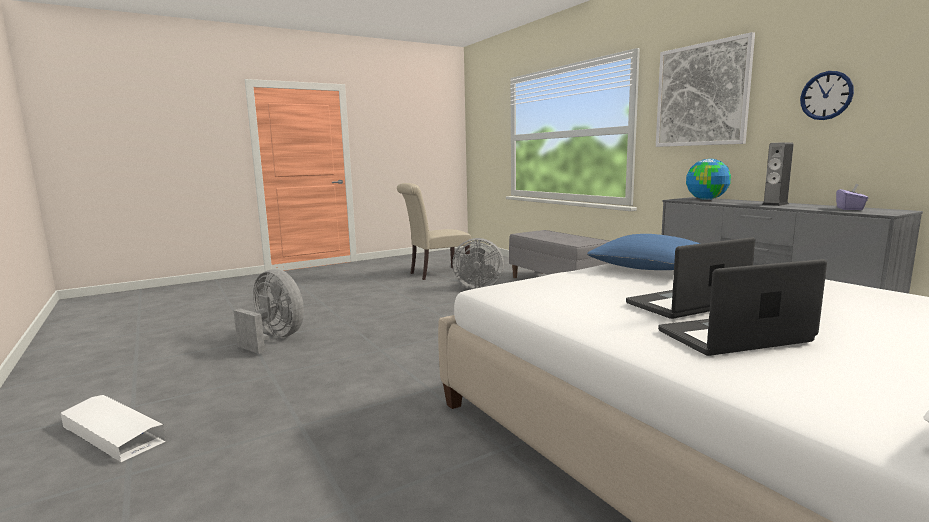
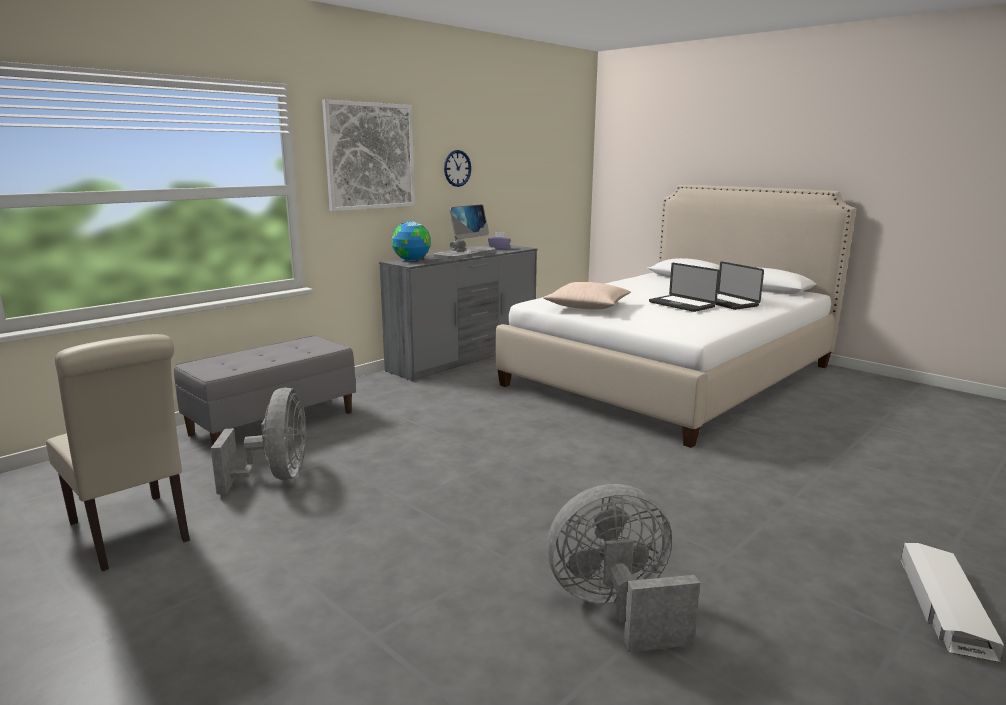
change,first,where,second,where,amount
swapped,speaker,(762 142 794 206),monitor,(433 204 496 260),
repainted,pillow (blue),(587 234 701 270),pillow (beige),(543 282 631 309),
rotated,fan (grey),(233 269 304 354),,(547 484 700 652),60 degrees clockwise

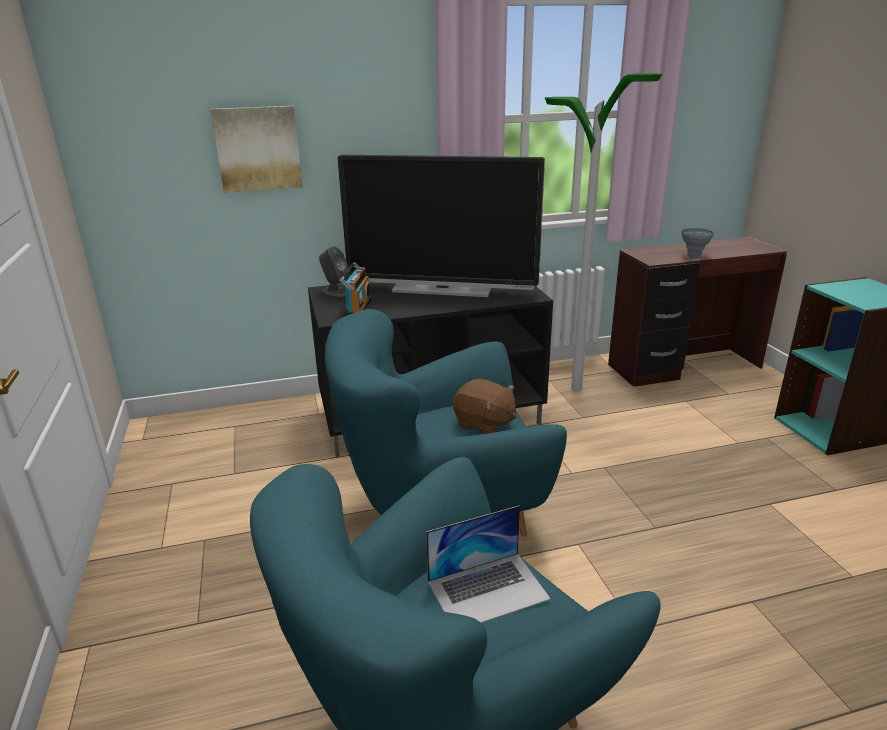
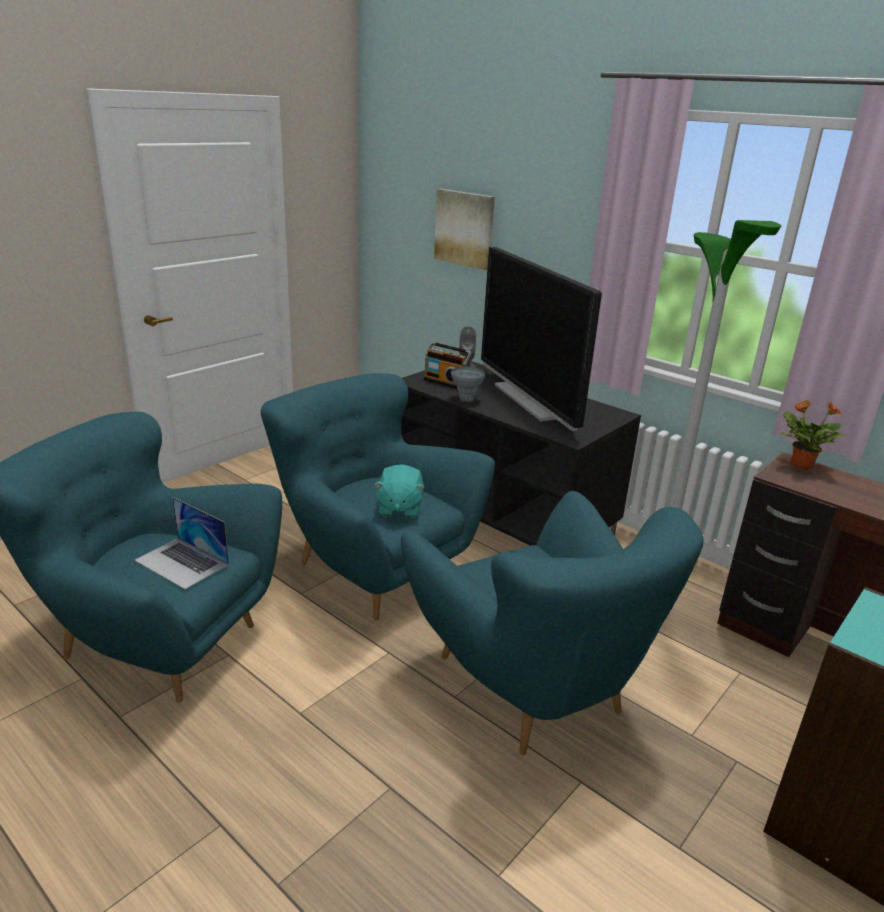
change,first,where,second,where,amount
repainted,plush toy (brown),(453 379 517 434),plush toy (turquoise),(374 464 425 519),
new,,,armchair (turquoise),(401 491 704 755),
rotated,radio,(339 262 372 315),,(424 342 472 389),60 degrees clockwise
shifted,vase (grey),(682 228 714 259),,(451 367 485 401),
new,,,potted plant,(781 400 846 470),

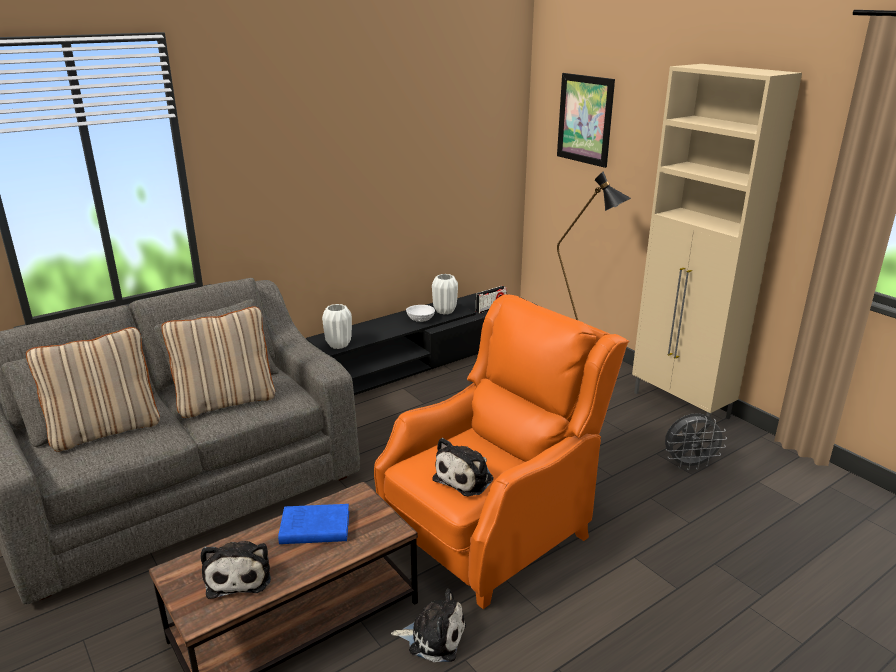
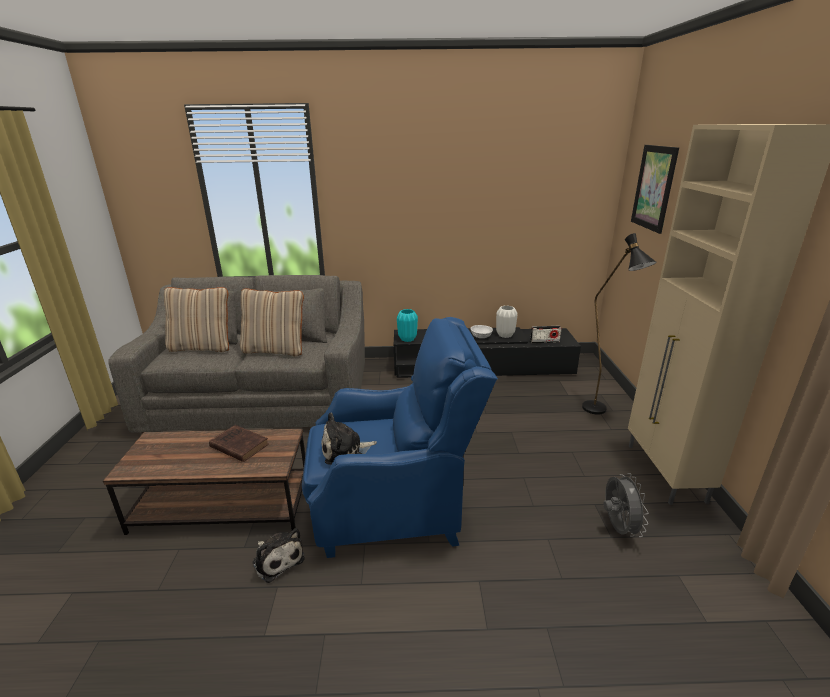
change,first,where,second,where,amount
repainted,book (blue),(278 504 349 544),book (brown),(209 425 269 462),
repainted,armchair (orange),(374 294 629 609),armchair (blue),(302 317 498 558),
repainted,vase (white),(322 304 352 349),vase (turquoise),(397 309 418 342),
rotated,fan (grey),(665 413 727 470),,(603 473 649 537),120 degrees counterclockwise
gone,plush toy,(201 541 271 599),,,

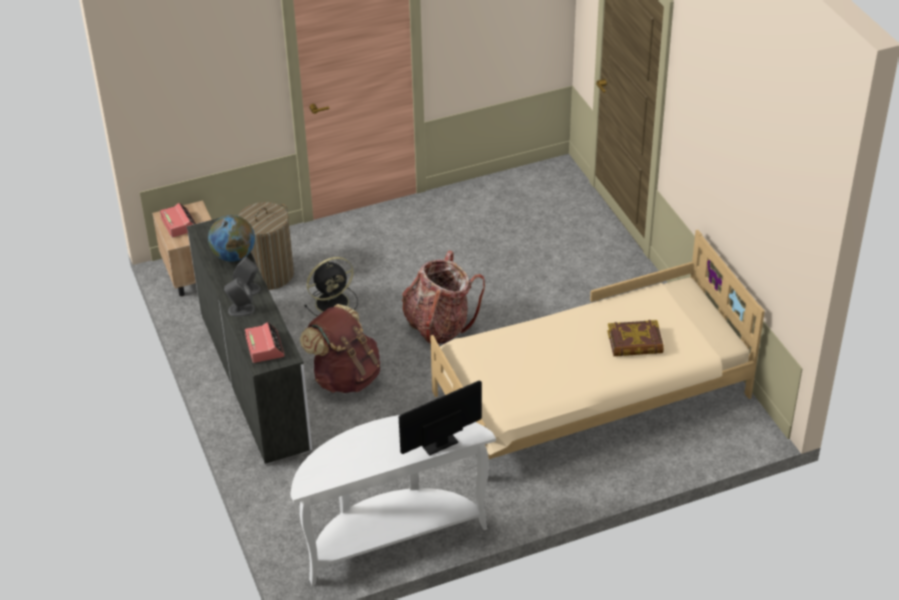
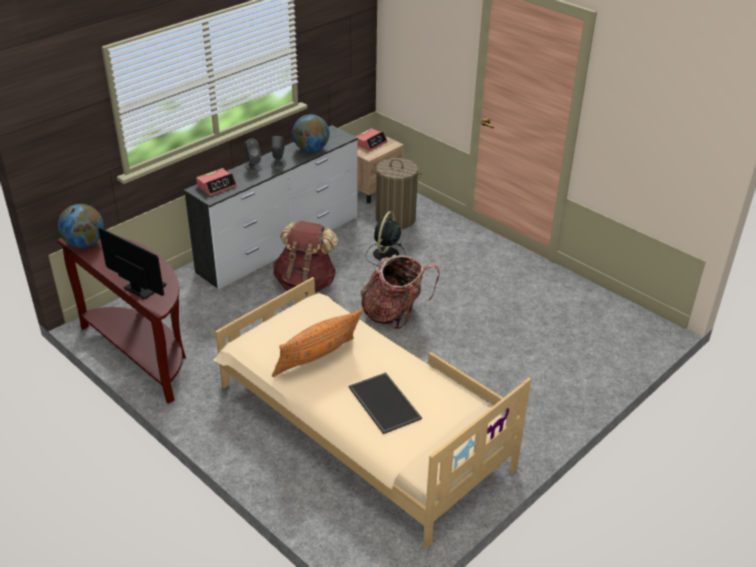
change,first,where,second,where,amount
repainted,console table (white),(290 415 496 586),console table (brown),(57 237 186 404),
new,,,globe,(58 204 104 248),
new,,,pillow (orange),(272 308 363 377),
swapped,book,(607 320 664 356),tray,(349 373 422 434),
rotated,fan (black),(304 257 358 316),,(365 211 406 266),75 degrees clockwise

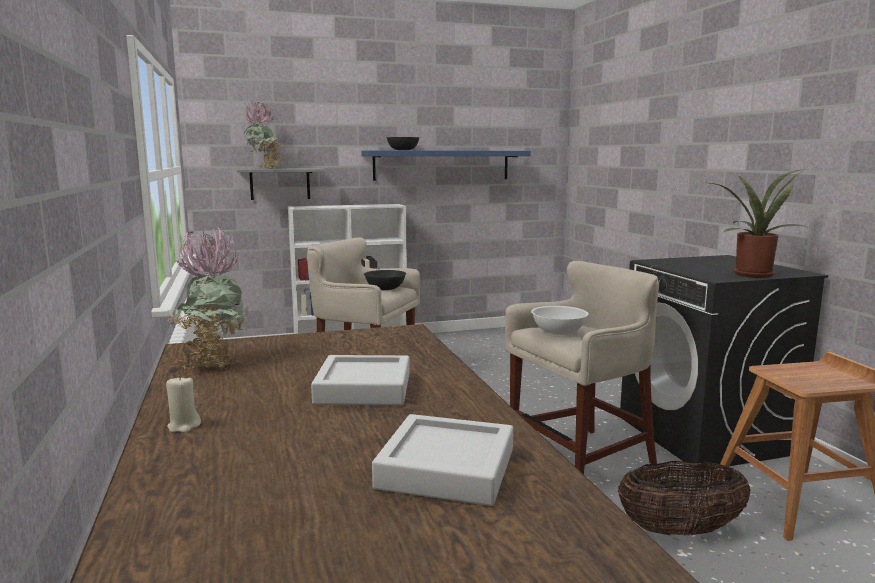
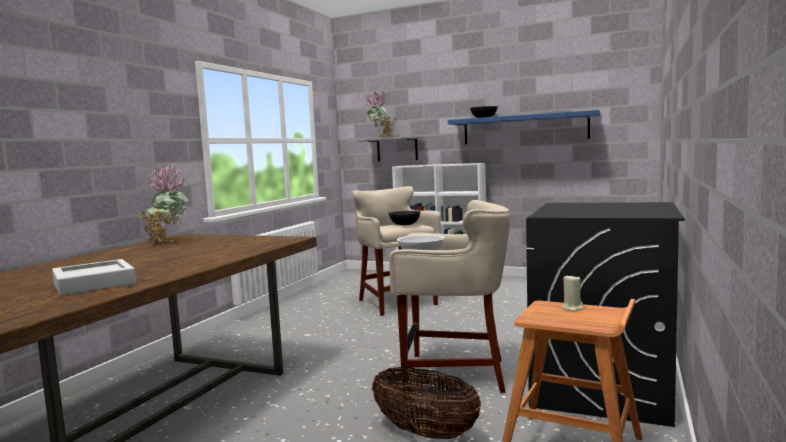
change,first,where,second,where,amount
shifted,candle (beige),(166 375 201 433),,(562 274 584 312),
gone,tray (grey),(311 355 410 405),,,
gone,potted plant,(710 169 809 278),,,

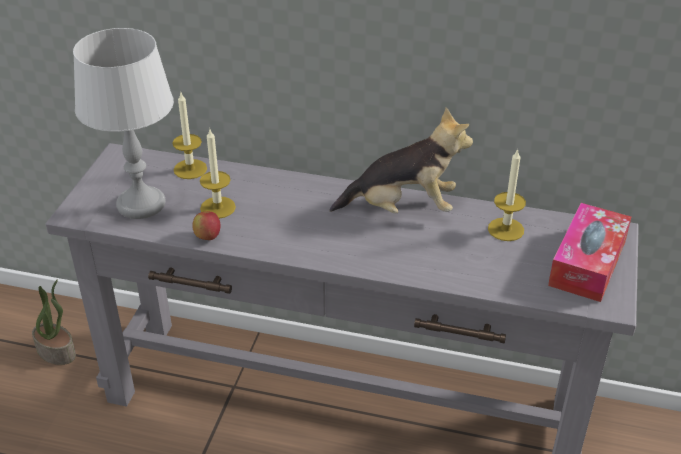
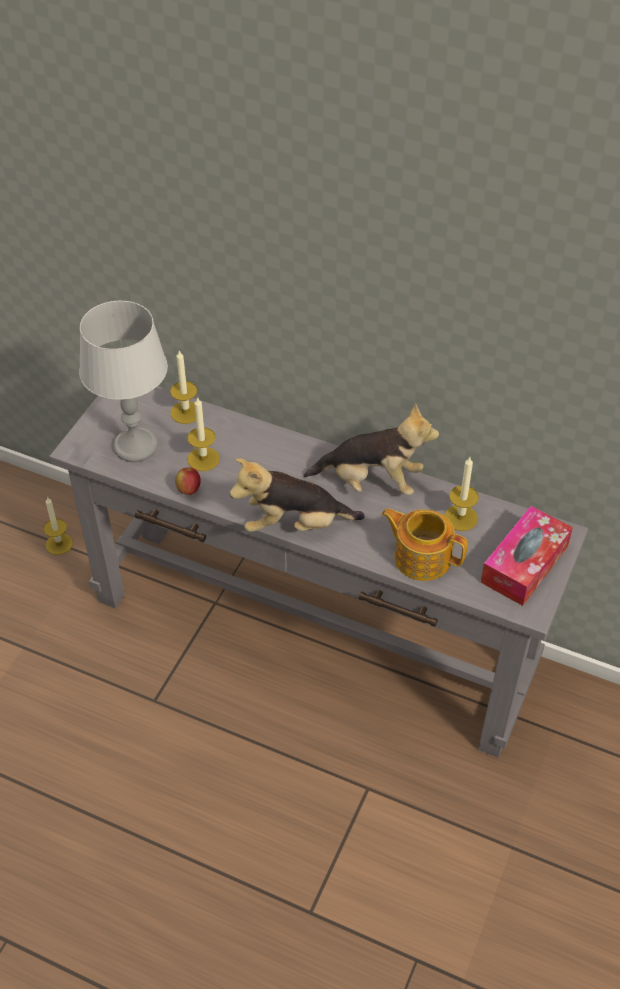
change,first,where,second,where,amount
swapped,potted plant,(32 279 76 365),candle,(43 497 73 555),
new,,,plush toy,(230 458 365 532),
new,,,teapot,(382 508 468 581),

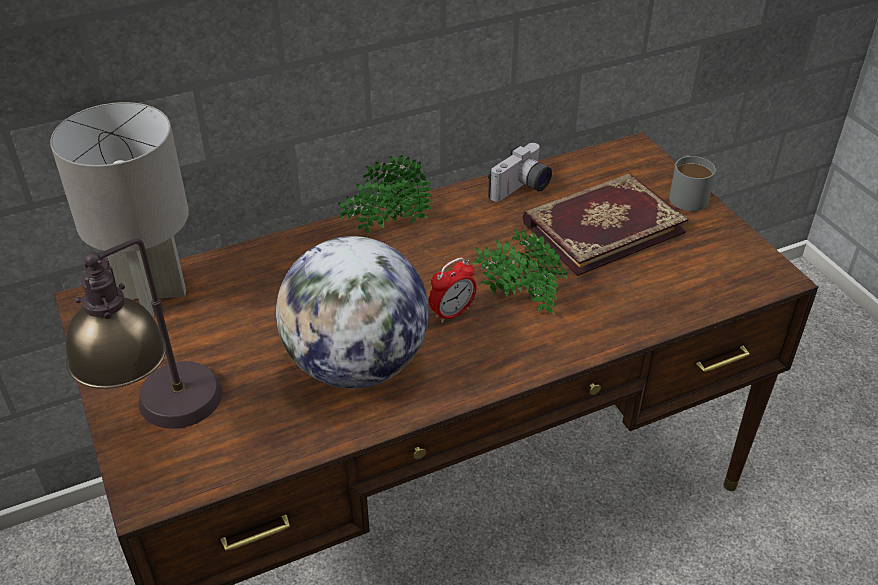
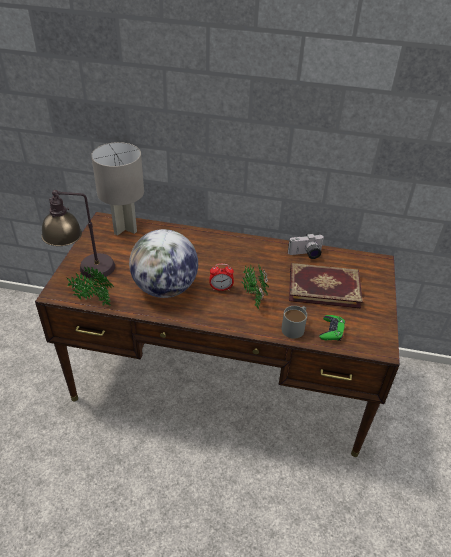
change,first,where,second,where,amount
shifted,potted plant,(338 155 433 234),,(67 266 114 306),
shifted,mug (grey),(669 156 716 211),,(281 306 307 339),
new,,,game controller (green),(319 315 345 341),

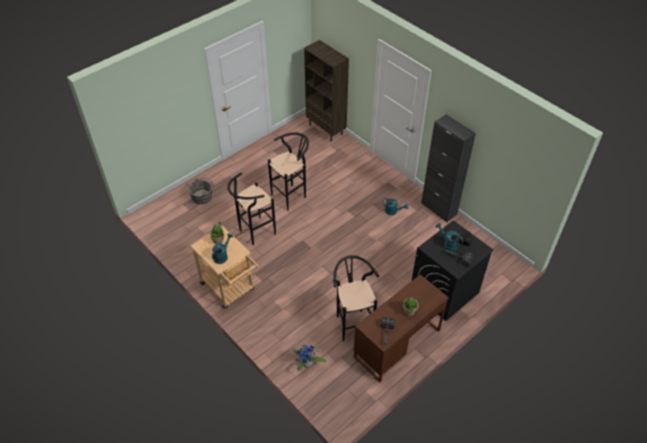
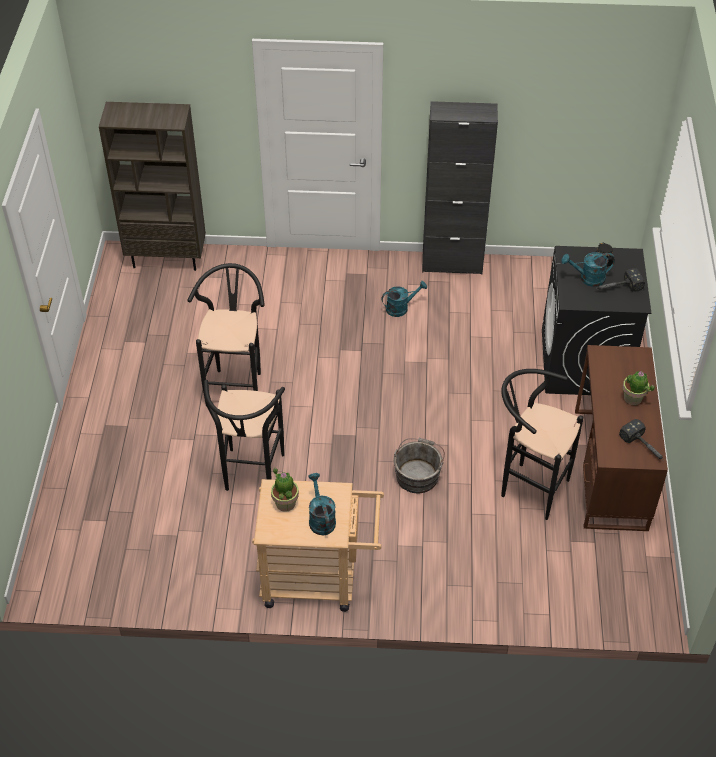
change,first,where,second,where,amount
shifted,bucket (grey),(188 178 215 204),,(394 438 445 493),
gone,potted plant,(293 345 326 371),,,

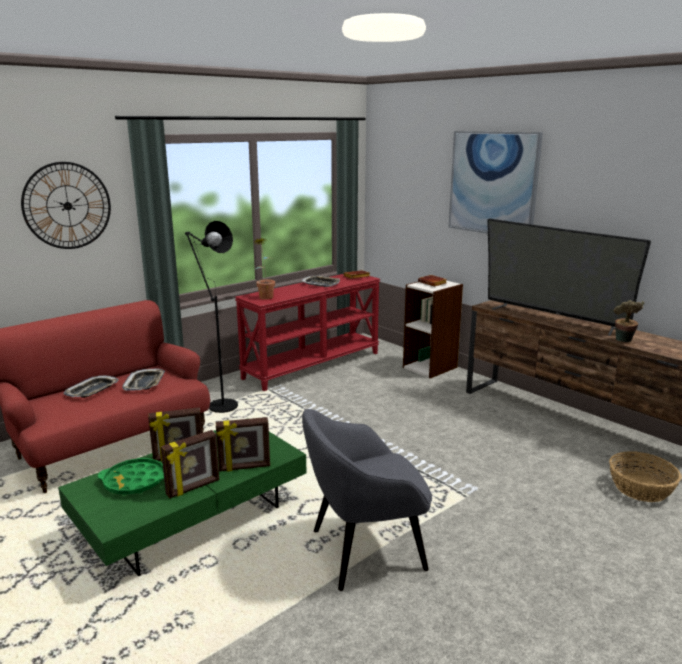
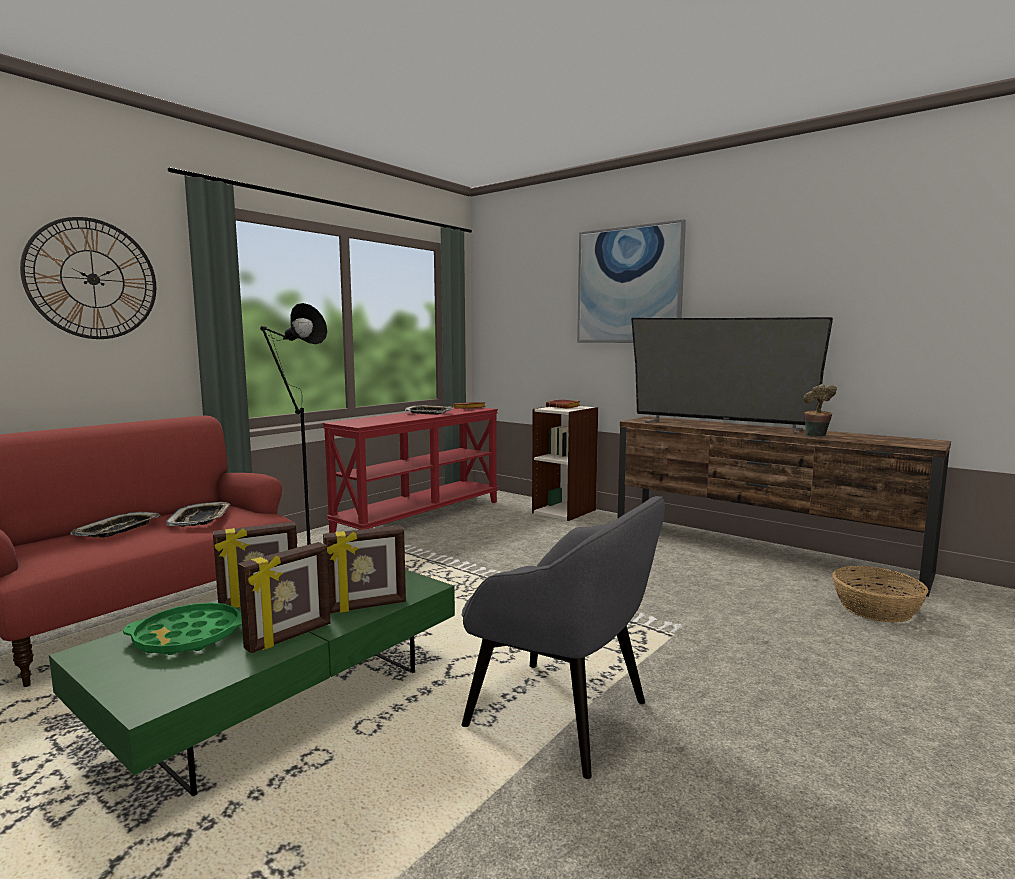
change,first,where,second,where,amount
rotated,armchair (grey),(302 409 432 591),,(462 496 665 779),120 degrees counterclockwise
gone,potted plant,(254 237 275 300),,,

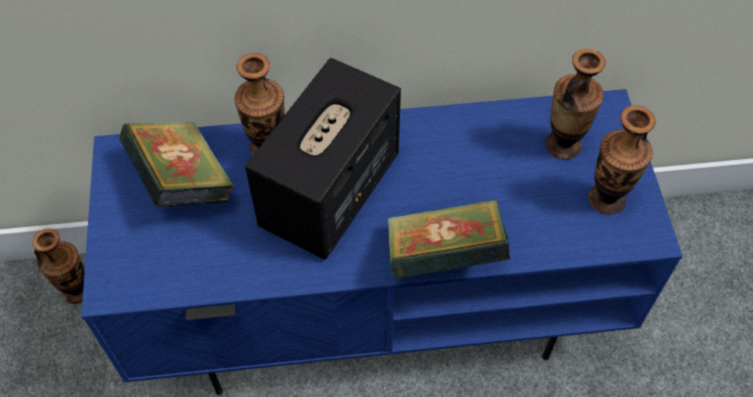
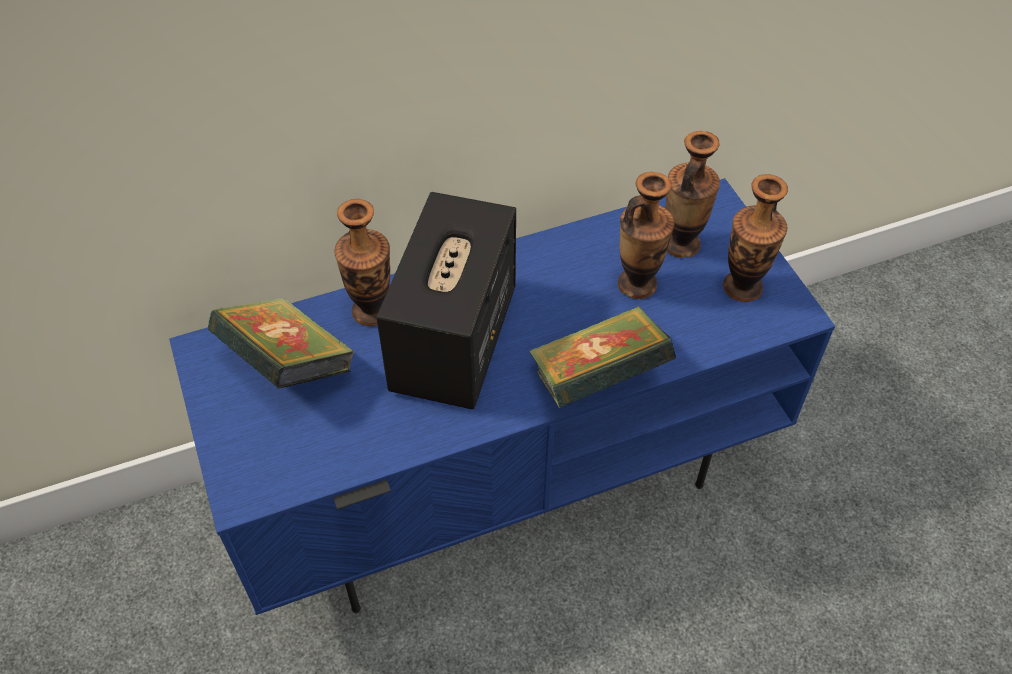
change,first,where,second,where,amount
shifted,vase,(32 229 85 304),,(618 172 674 299),

